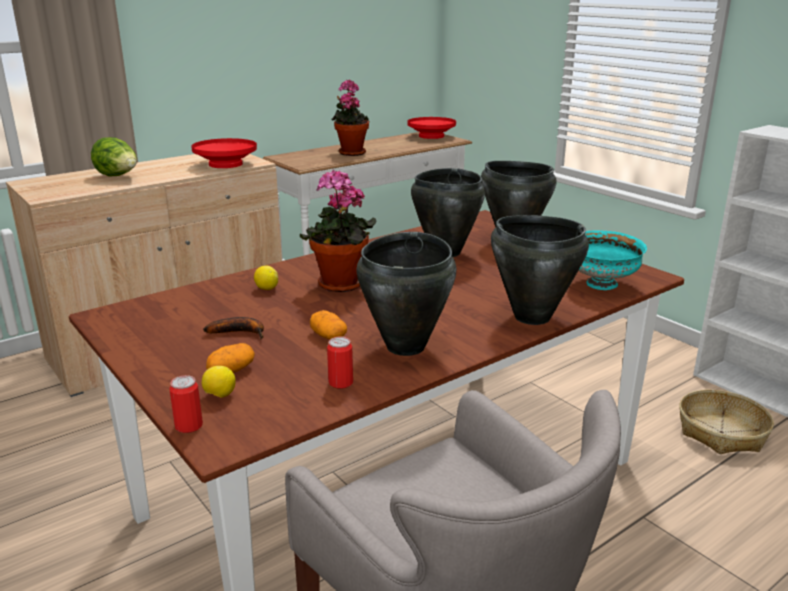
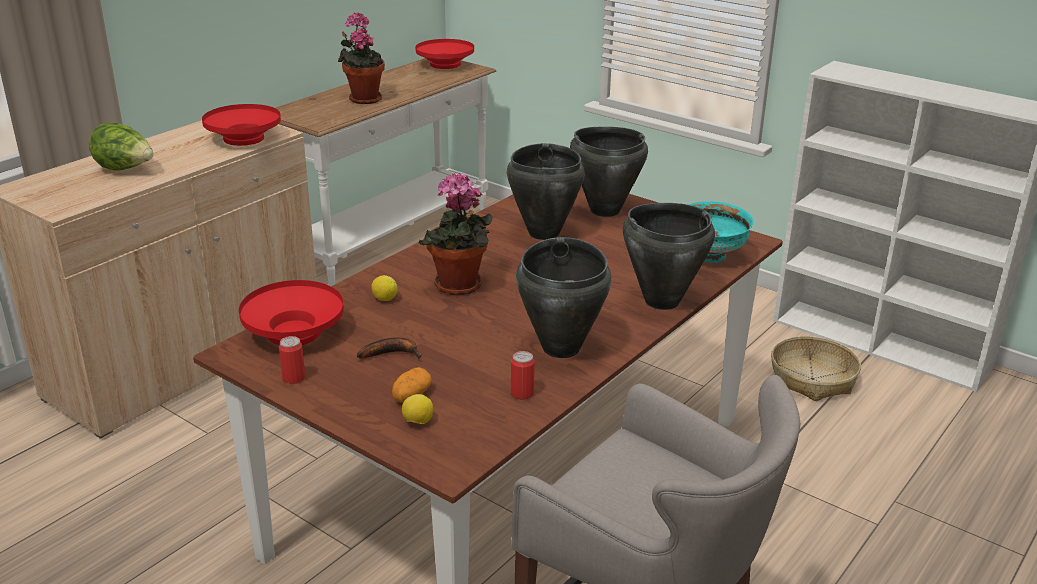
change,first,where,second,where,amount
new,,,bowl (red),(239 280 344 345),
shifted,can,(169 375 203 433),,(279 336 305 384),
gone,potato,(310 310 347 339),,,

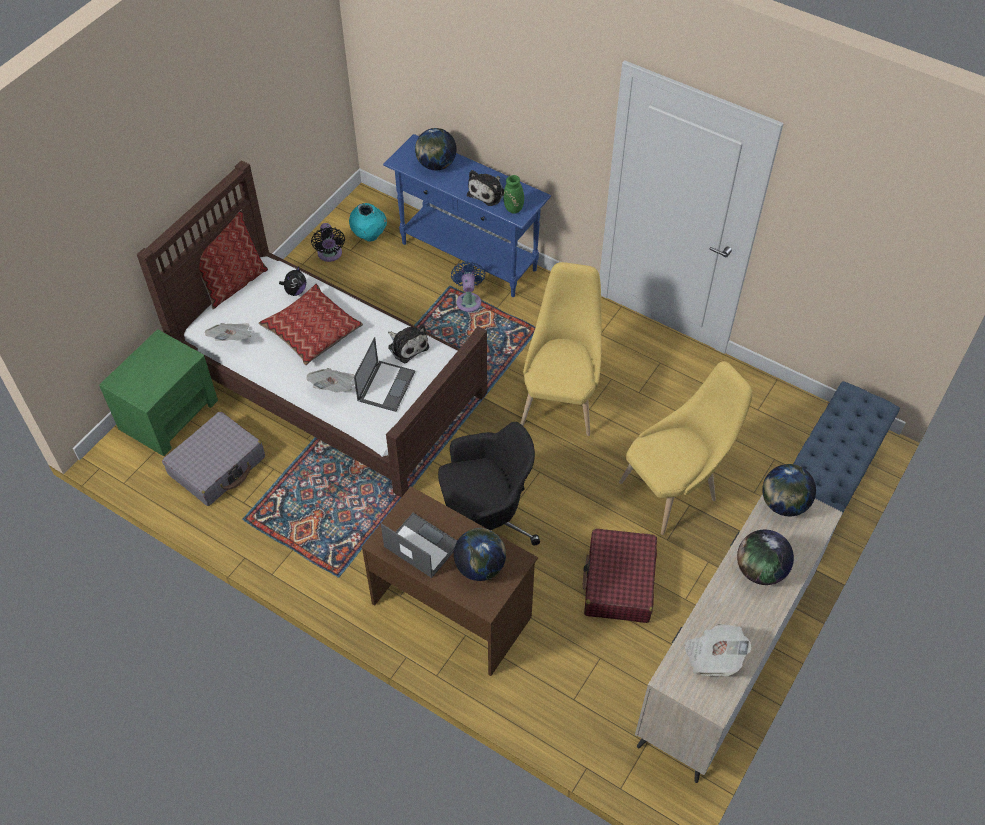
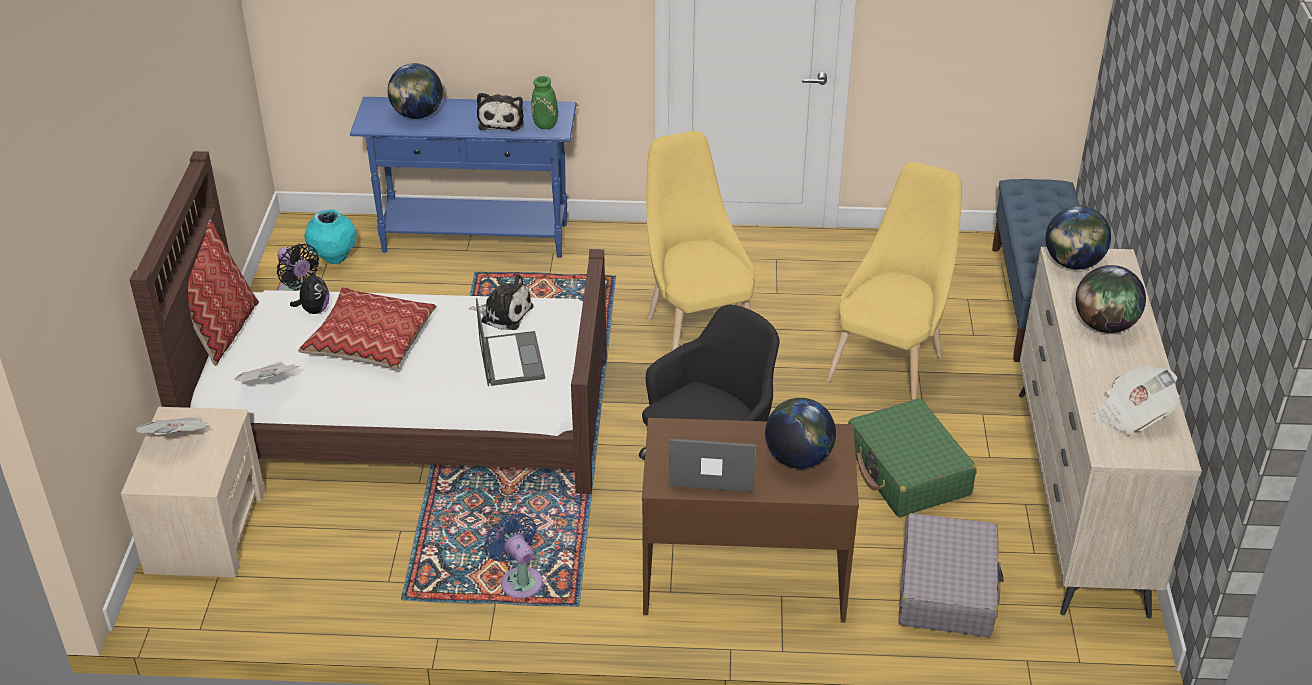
change,first,where,second,where,amount
repainted,nightstand (green),(99 329 218 456),nightstand (beige),(121 407 265 577),
shifted,newspaper,(306 368 355 393),,(136 415 208 435),
shifted,fan (blue),(451 261 485 312),,(484 513 543 598),
repainted,suitcase (red),(583 528 657 623),suitcase (green),(848 399 977 517),
shifted,suitcase (grey),(162 411 265 506),,(899 513 1003 637),

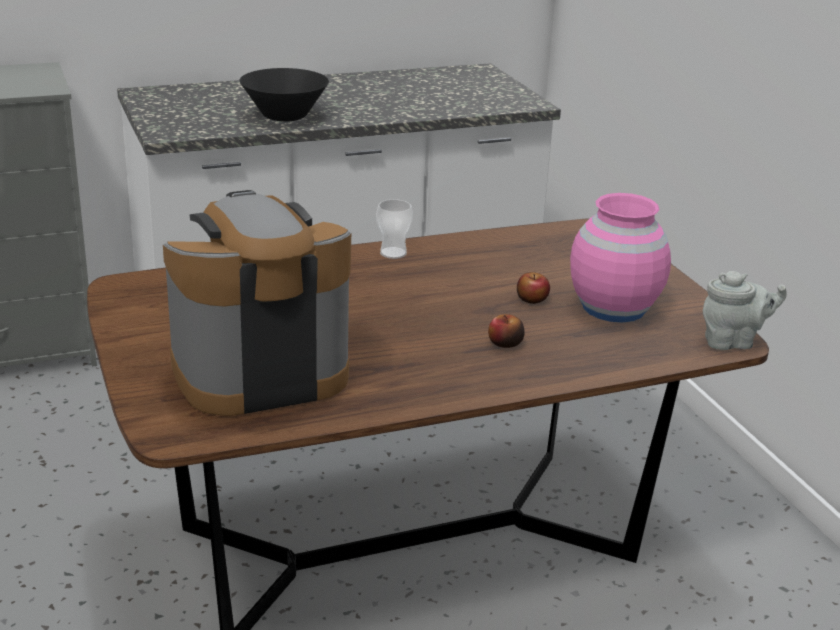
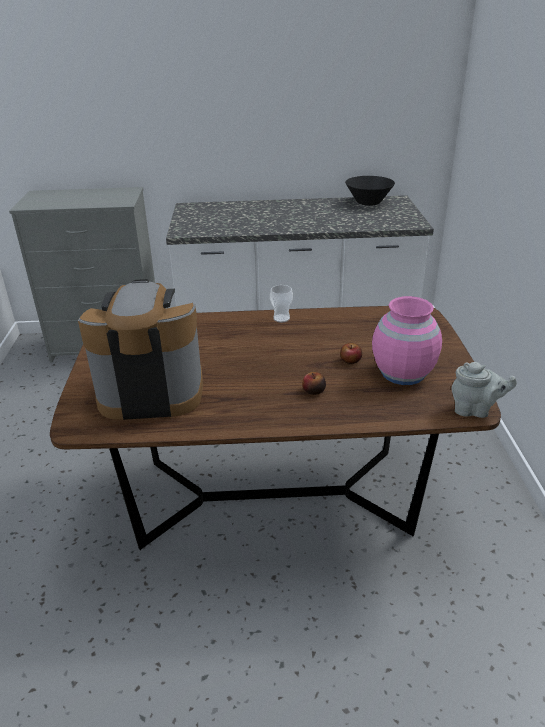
change,first,where,second,where,amount
shifted,bowl (black),(240 68 329 122),,(345 176 395 206),

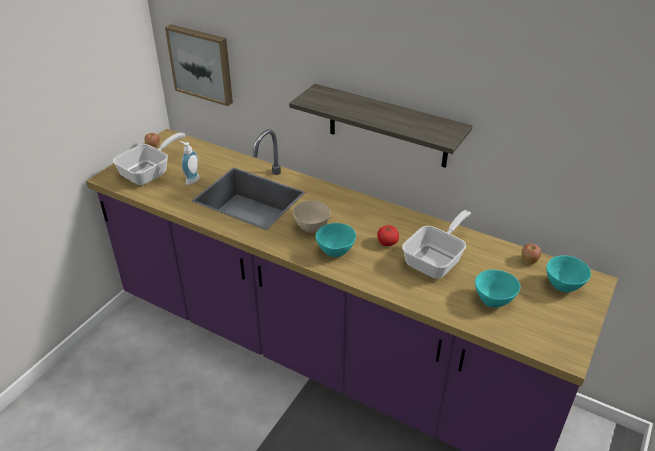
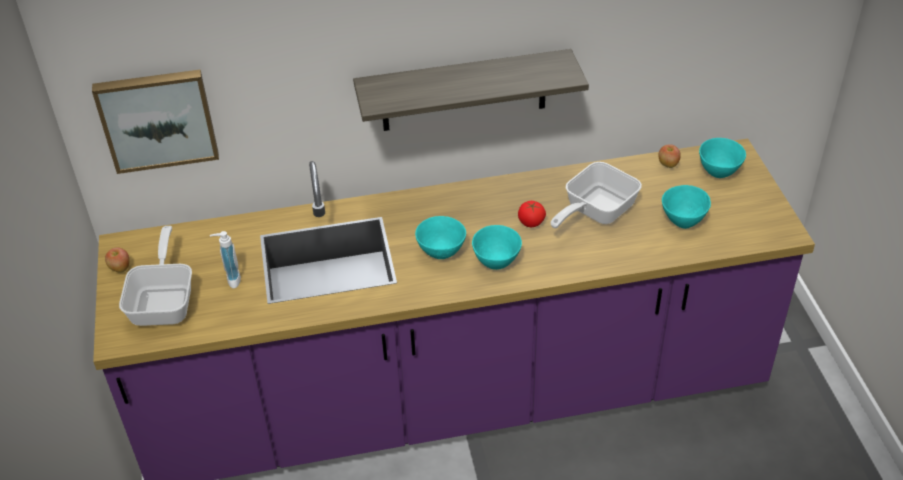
change,first,where,second,where,amount
repainted,bowl (beige),(293 200 331 233),bowl (turquoise),(415 216 466 259),
rotated,frying pan,(402 210 471 278),,(550 162 642 228),135 degrees counterclockwise

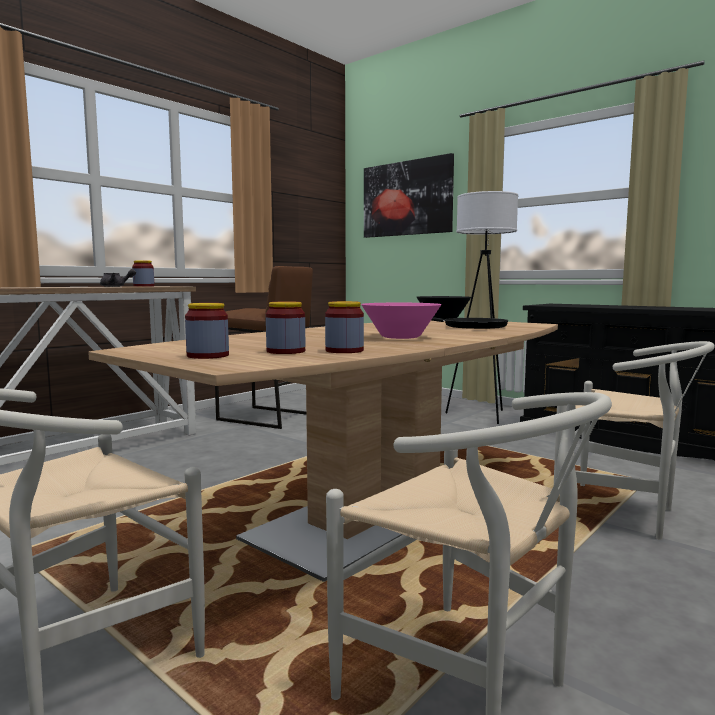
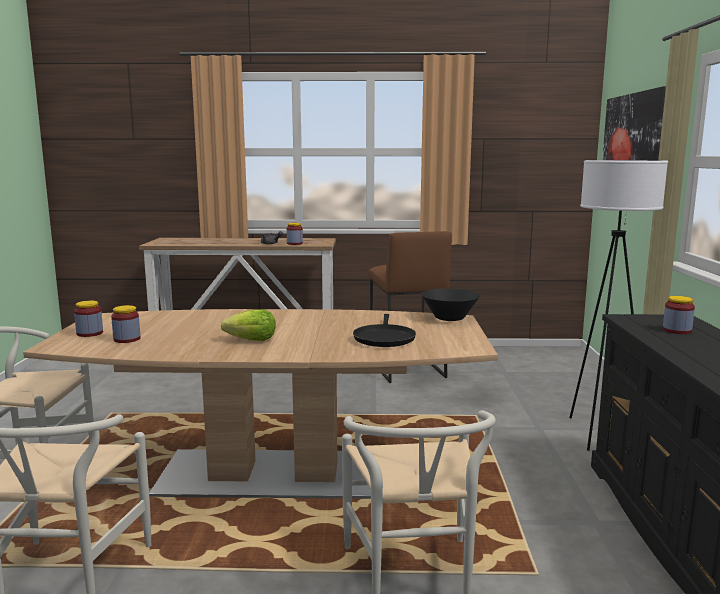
change,first,where,second,where,amount
swapped,bowl (pink),(361 303 441 339),lettuce,(221 309 275 341),
shifted,jar,(325 301 364 353),,(663 296 695 334),

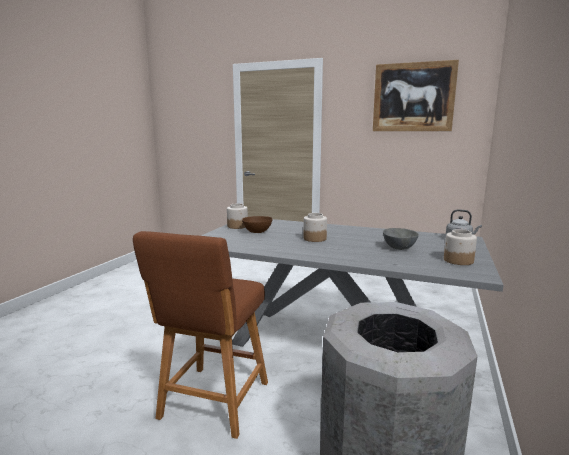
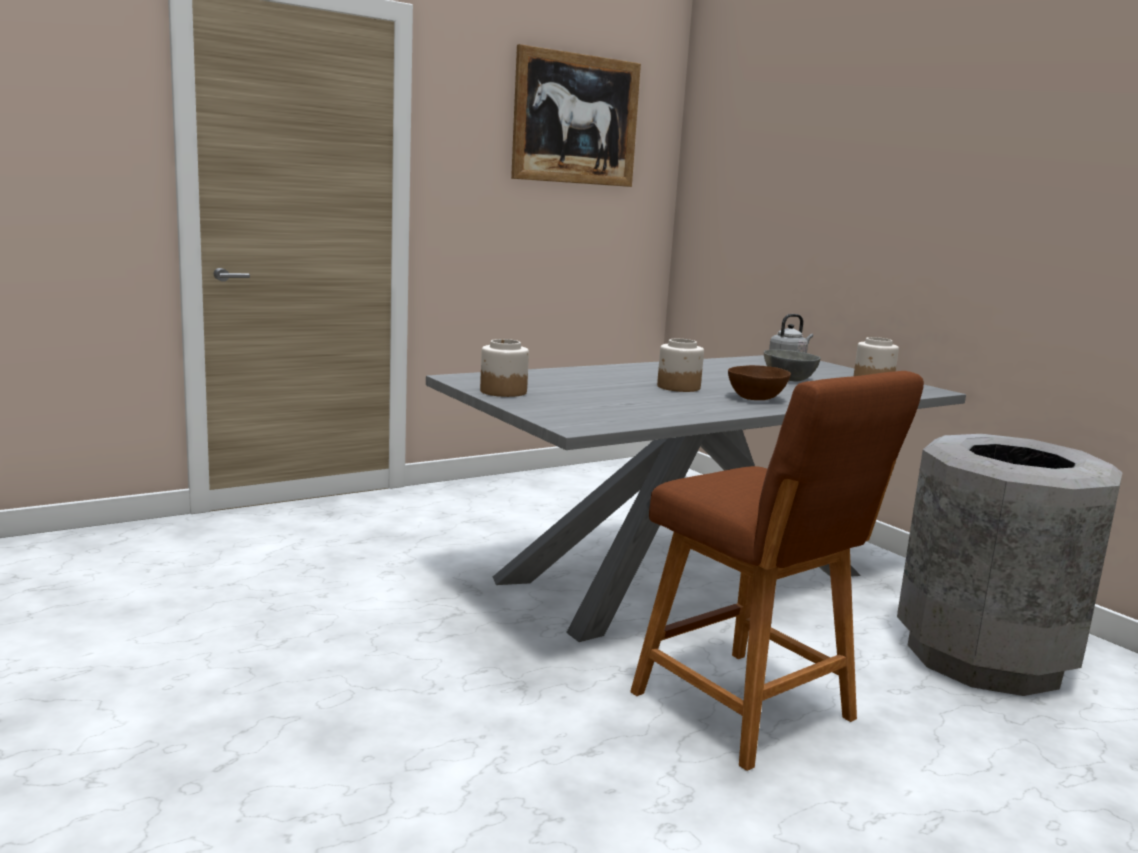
change,first,where,second,where,amount
shifted,bowl (brown),(242 216 272 233),,(728 365 791 400),

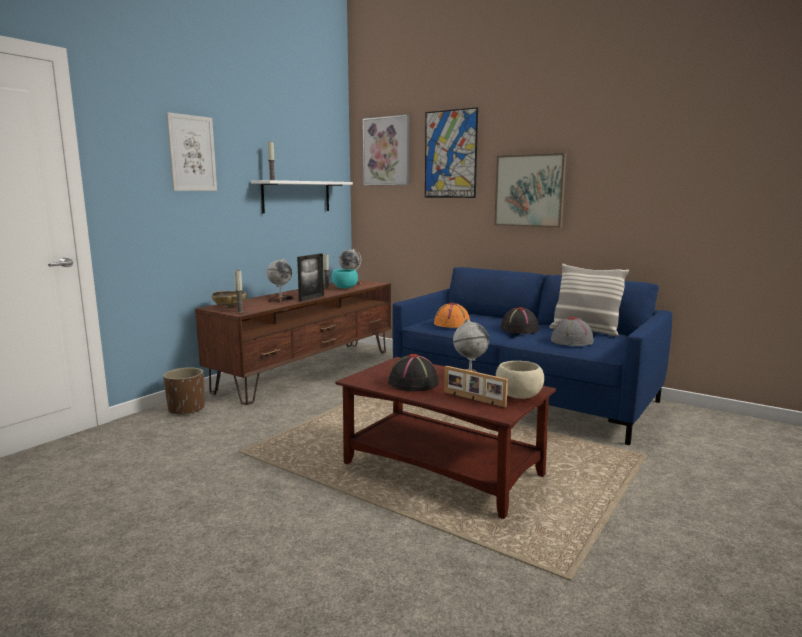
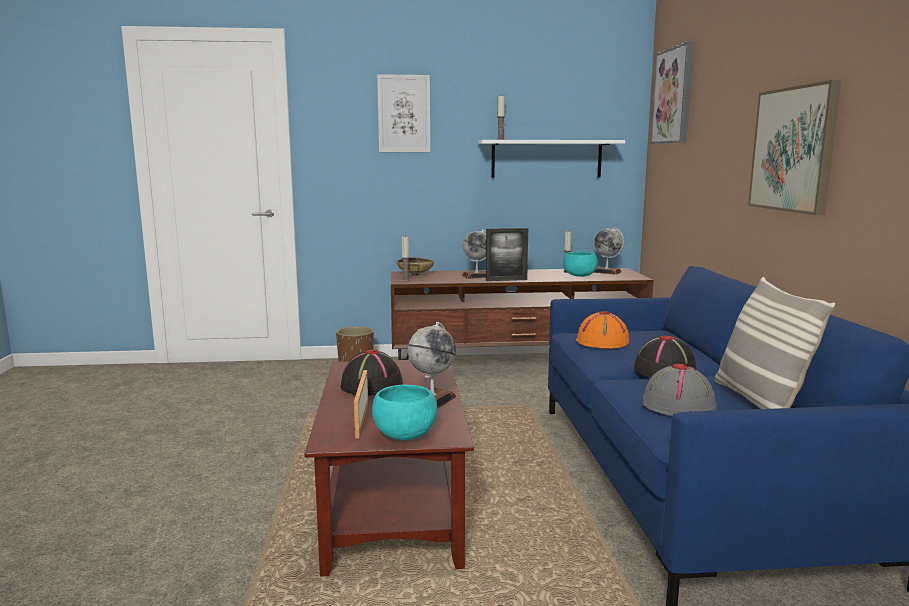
change,first,where,second,where,amount
repainted,bowl (beige),(496 361 544 399),bowl (turquoise),(372 385 437 440),
gone,picture,(425 107 478 198),,,

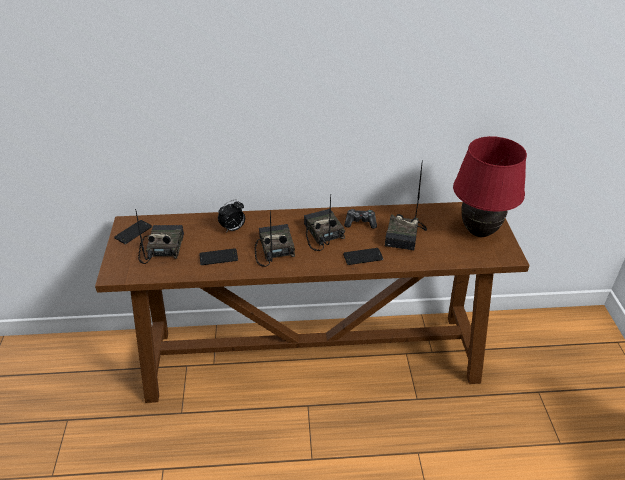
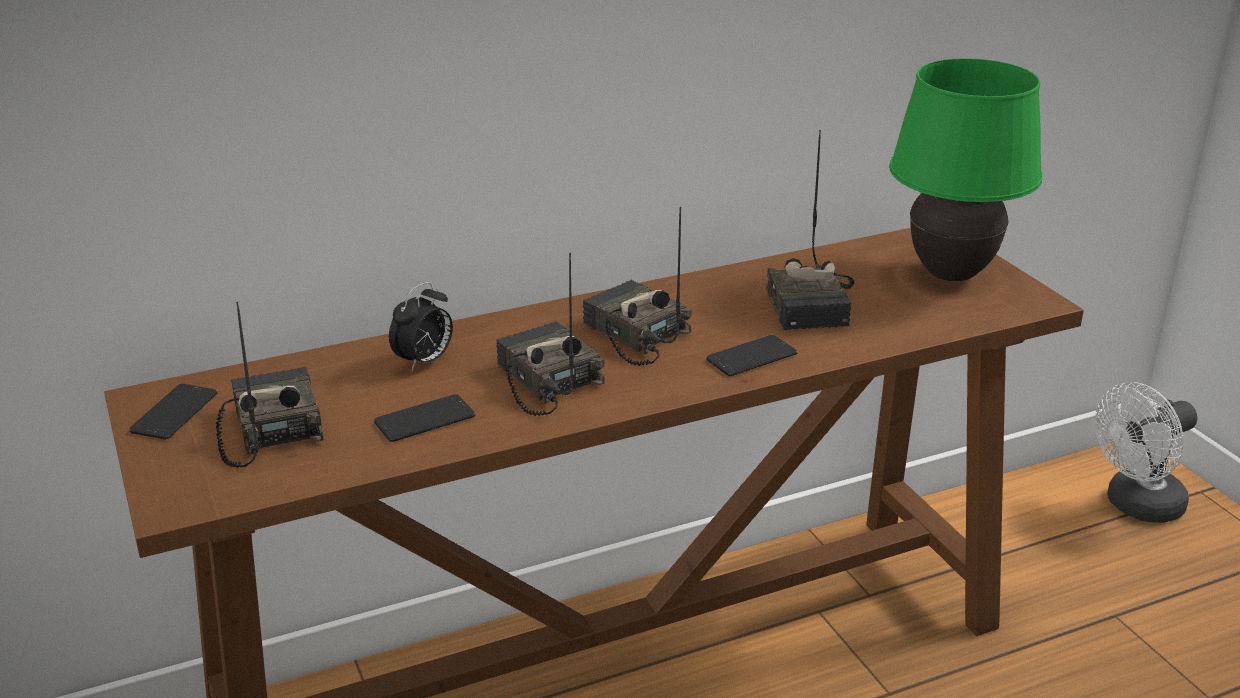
change,first,where,second,where,amount
repainted,table lamp (red),(453 136 527 237),table lamp (green),(889 58 1043 281),
new,,,fan (white),(1095 382 1197 523),
gone,game controller,(344 209 377 229),,,

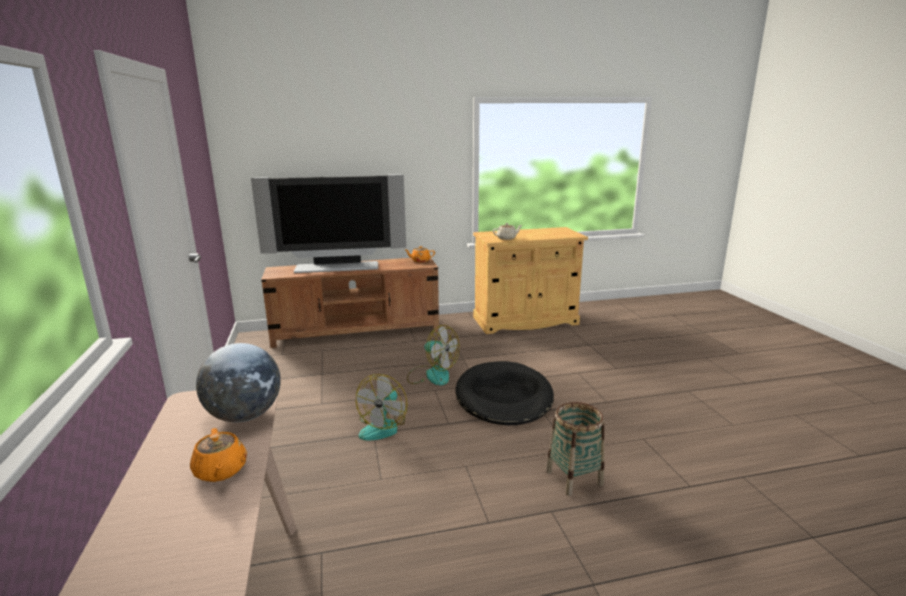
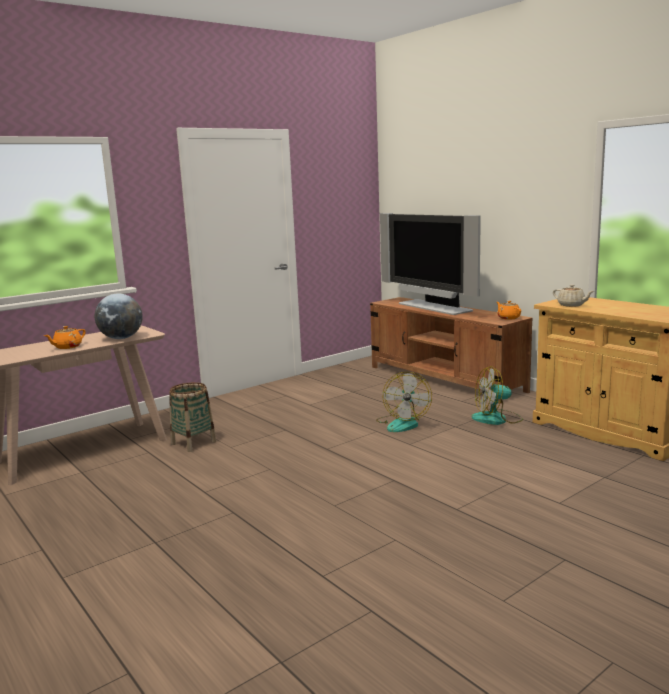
change,first,where,second,where,amount
shifted,basket,(546 402 604 496),,(169 382 216 452),
shifted,fan,(356 374 407 441),,(471 366 523 425),
gone,dog bed (black),(455 361 554 425),,,

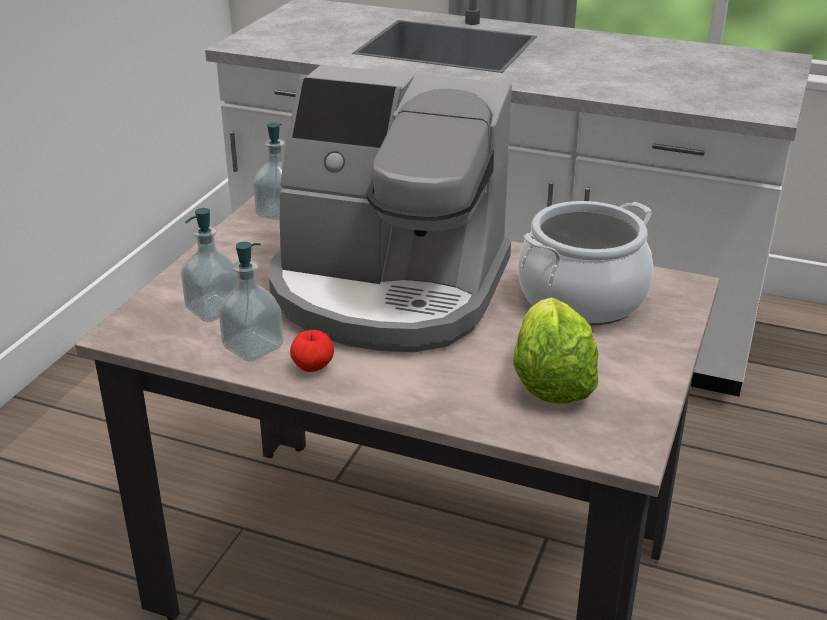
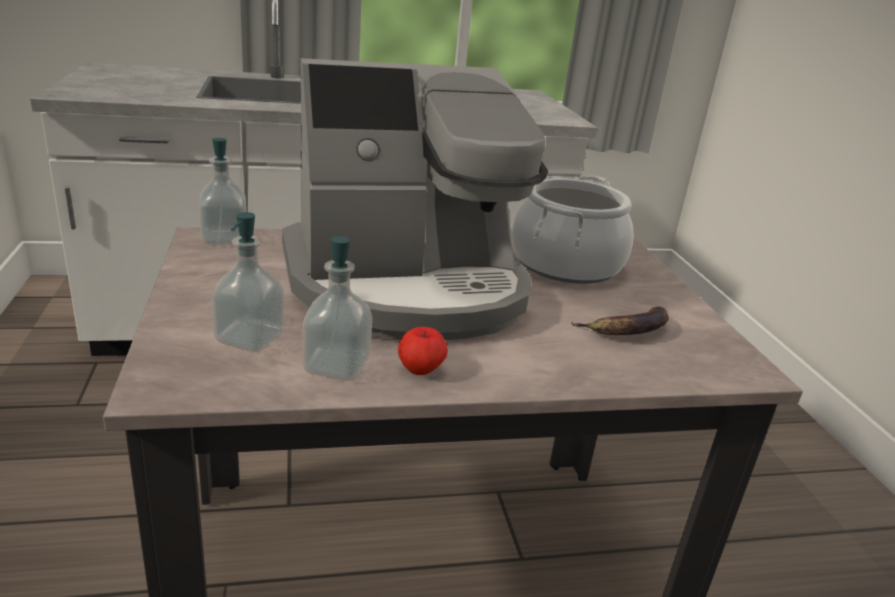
change,first,where,second,where,amount
swapped,lettuce,(513 298 598 404),banana,(571 307 669 335),

